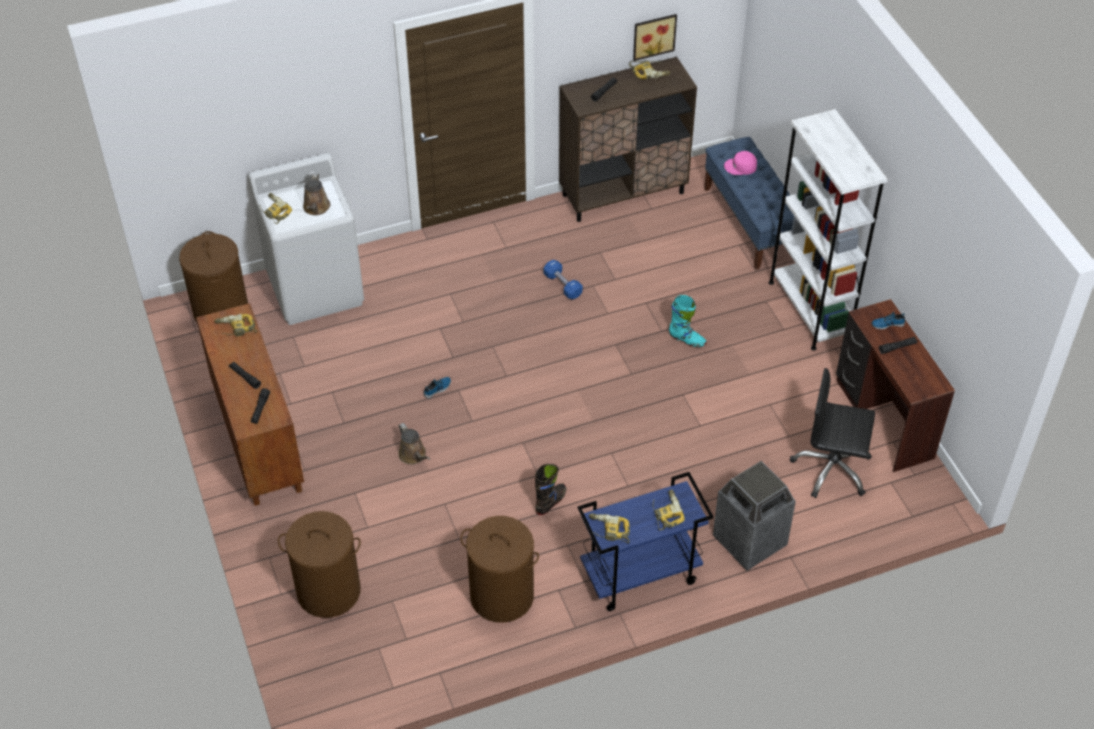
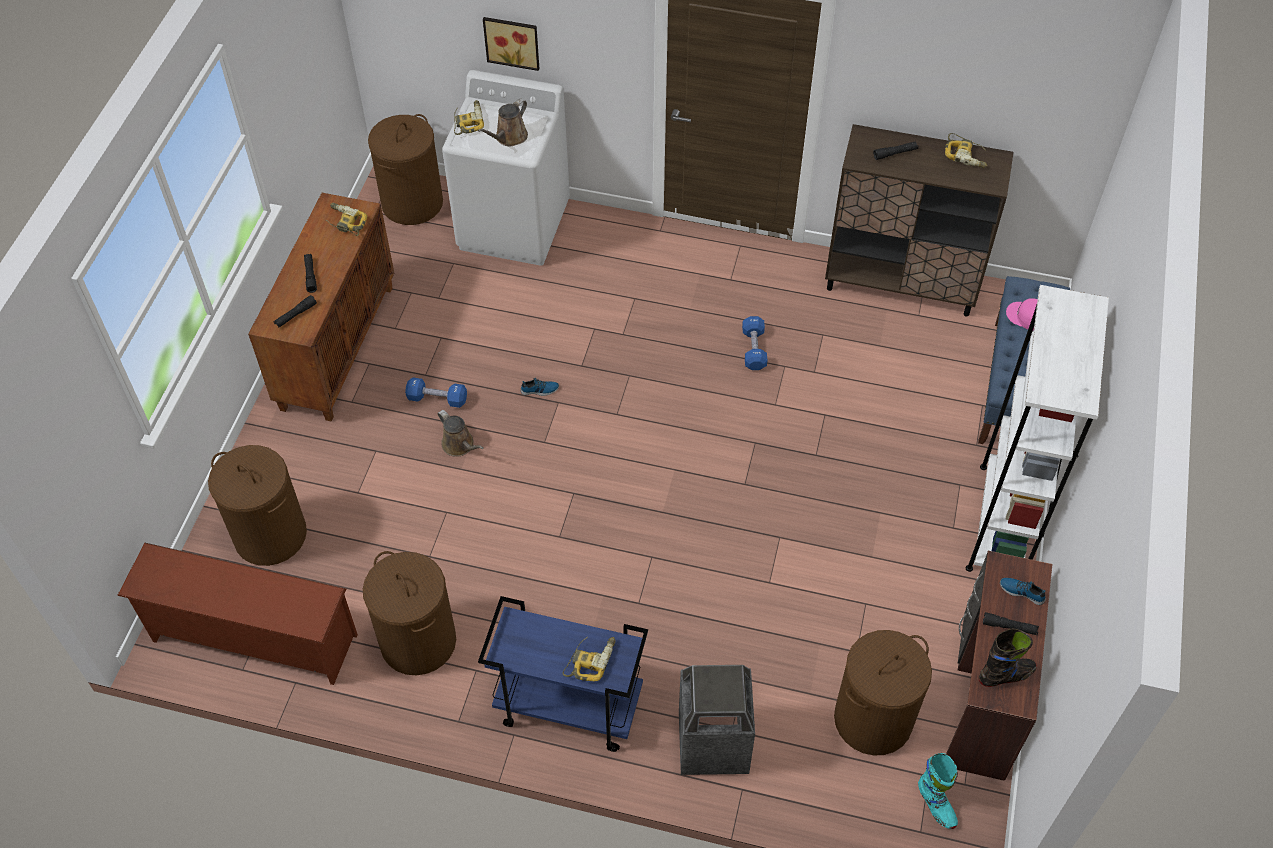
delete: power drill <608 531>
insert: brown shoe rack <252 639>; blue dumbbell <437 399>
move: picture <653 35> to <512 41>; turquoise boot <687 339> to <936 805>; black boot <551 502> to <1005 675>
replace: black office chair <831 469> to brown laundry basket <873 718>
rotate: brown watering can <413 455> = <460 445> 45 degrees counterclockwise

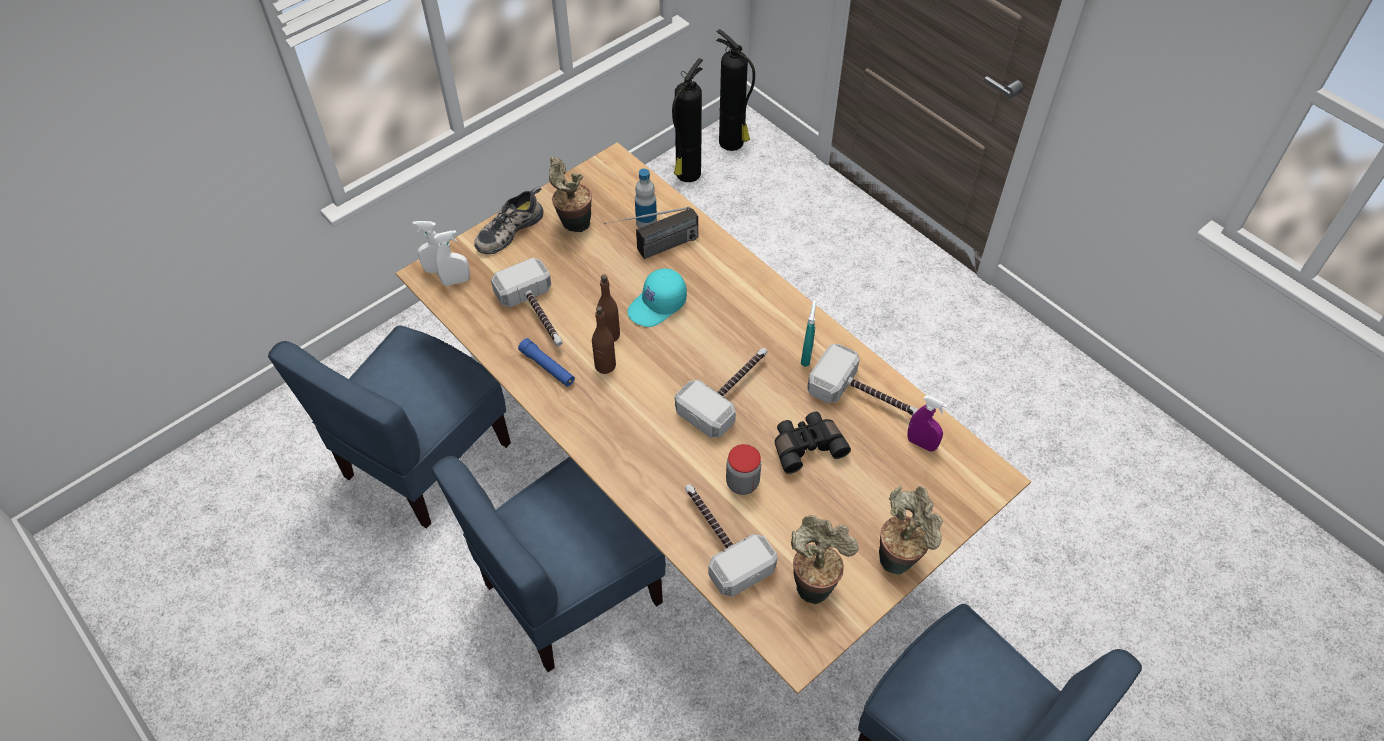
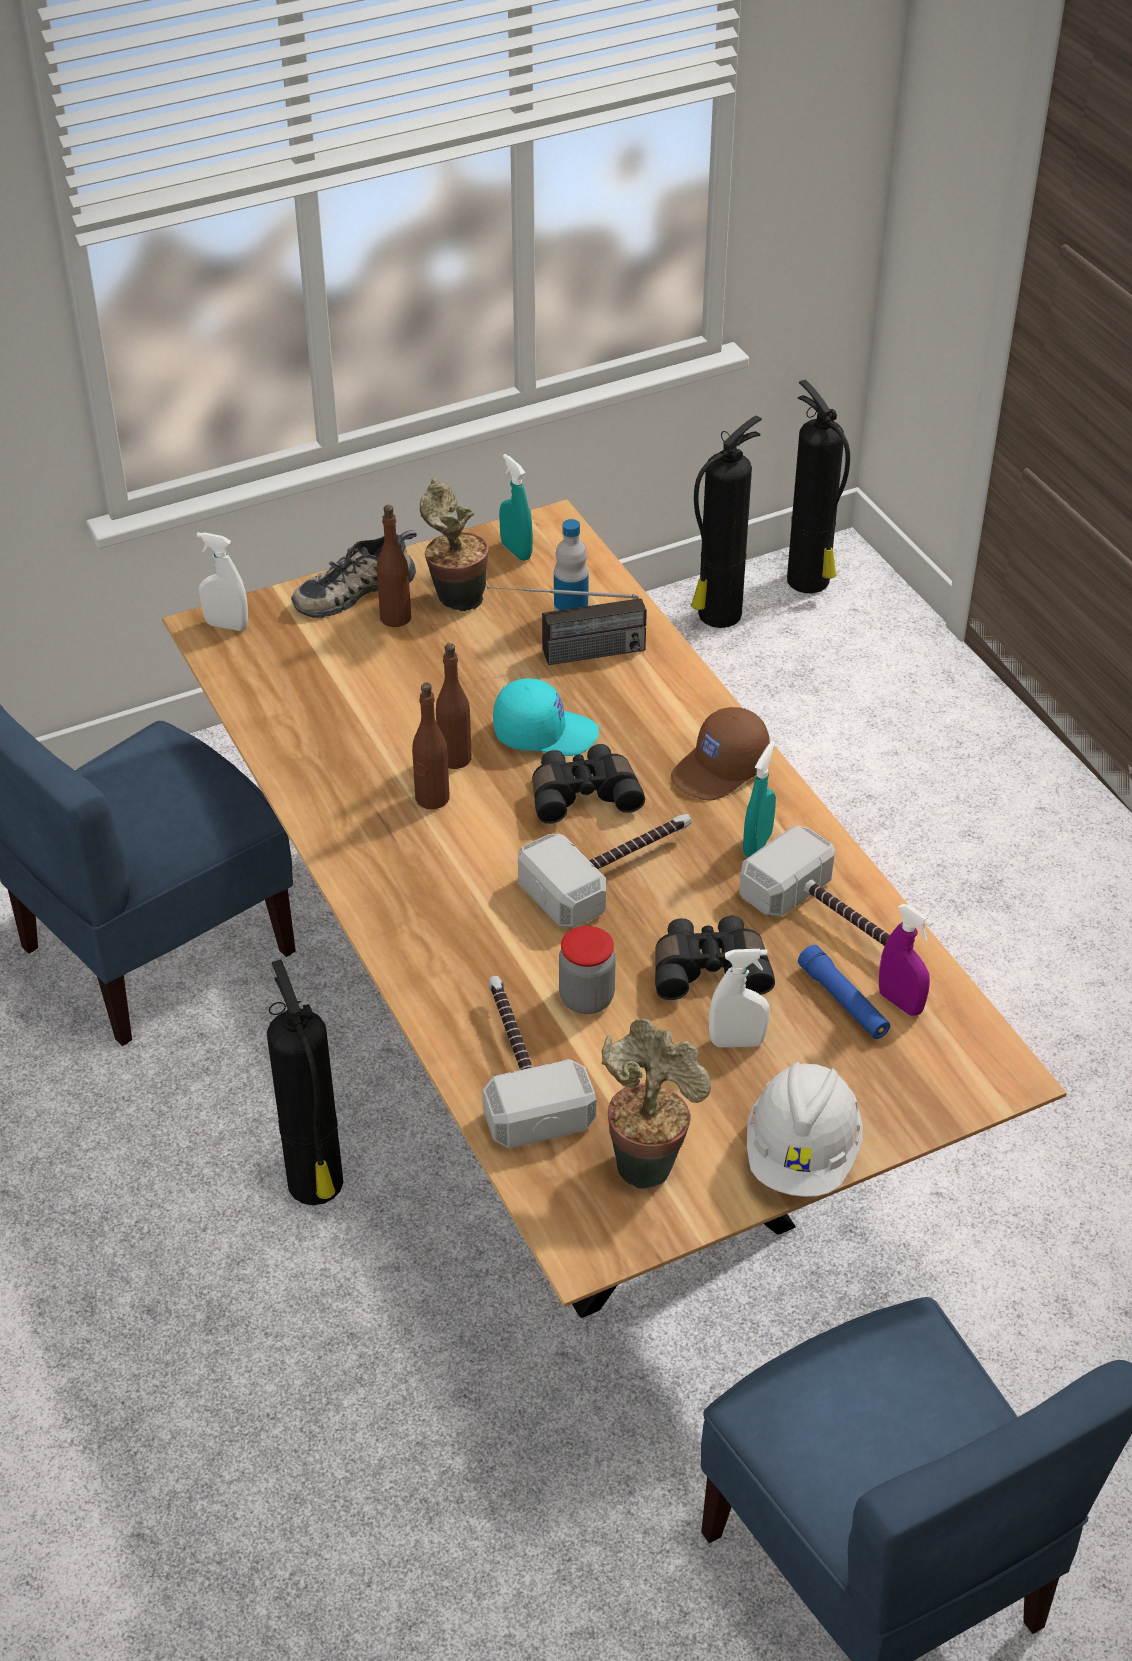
delete: hammer <538 315>
insert: brown bottle <396 617>; turquoise spray bottle <516 551>; black binoculars <583 794>; brown cap <720 770>
move: white spray bottle <456 281> to <737 1042>; blue flashlight <547 367> to <843 1001>
replace: blue chair <570 591> to fire extinguisher <316 1186>; potted plant <899 557> to white hard hat <802 1154>
rotate: turquoise cap <657 306> = <545 732> 150 degrees counterclockwise

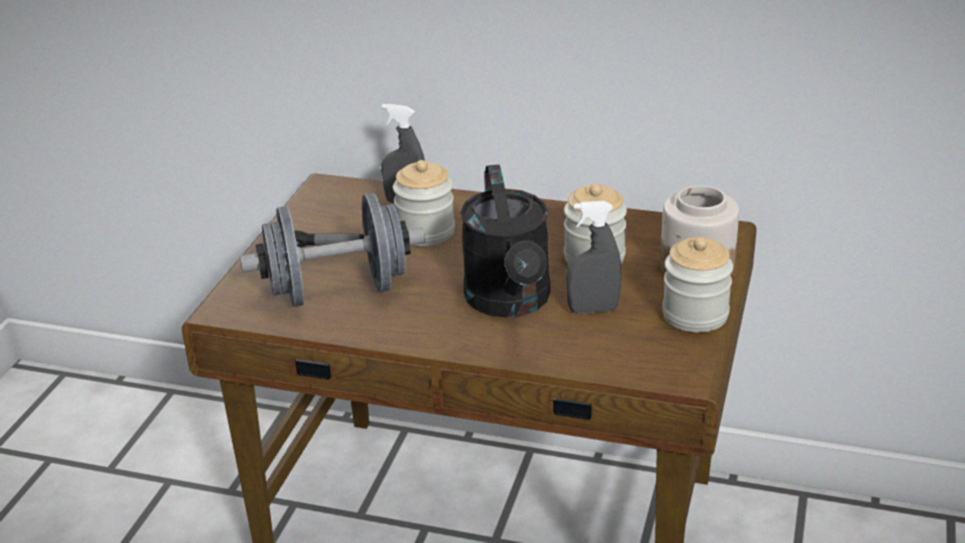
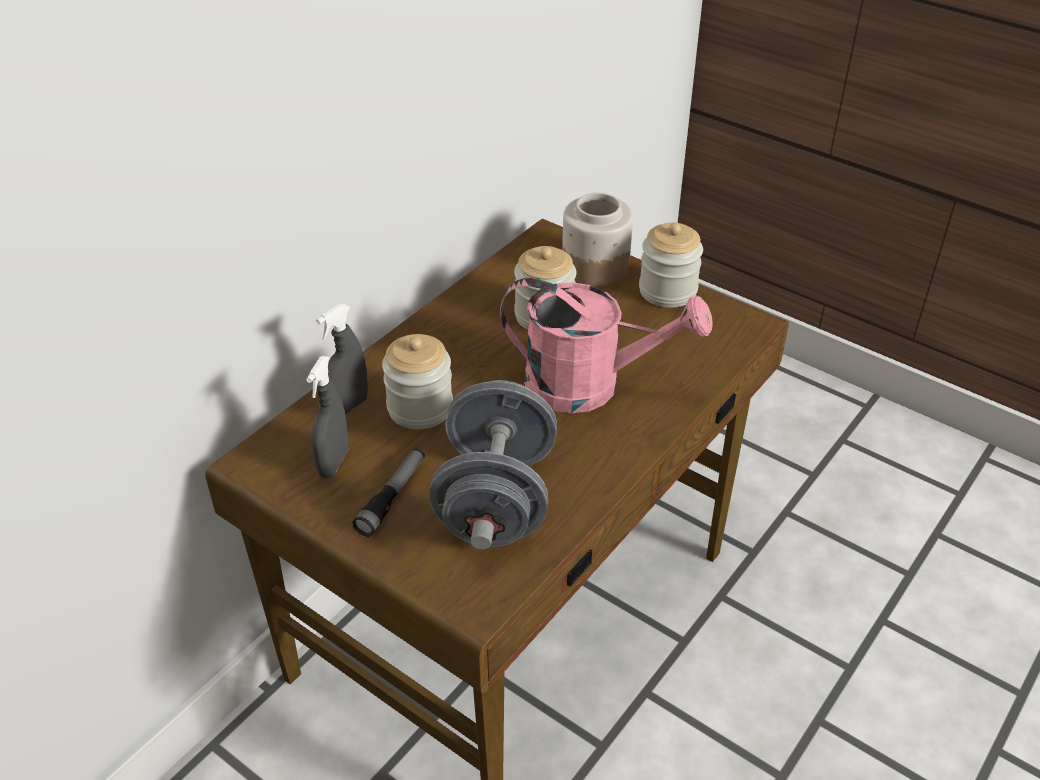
move: grey spray bottle <593 310> to <333 463>
recolor: black watering can <511 302> to pink watering can <590 385>

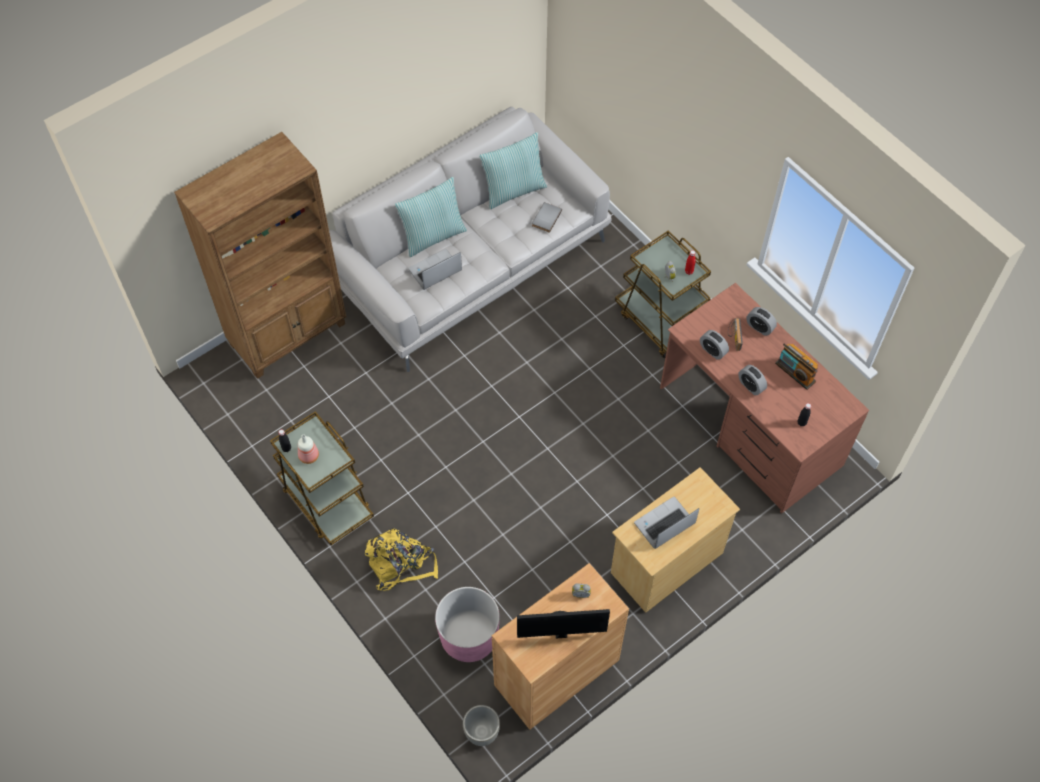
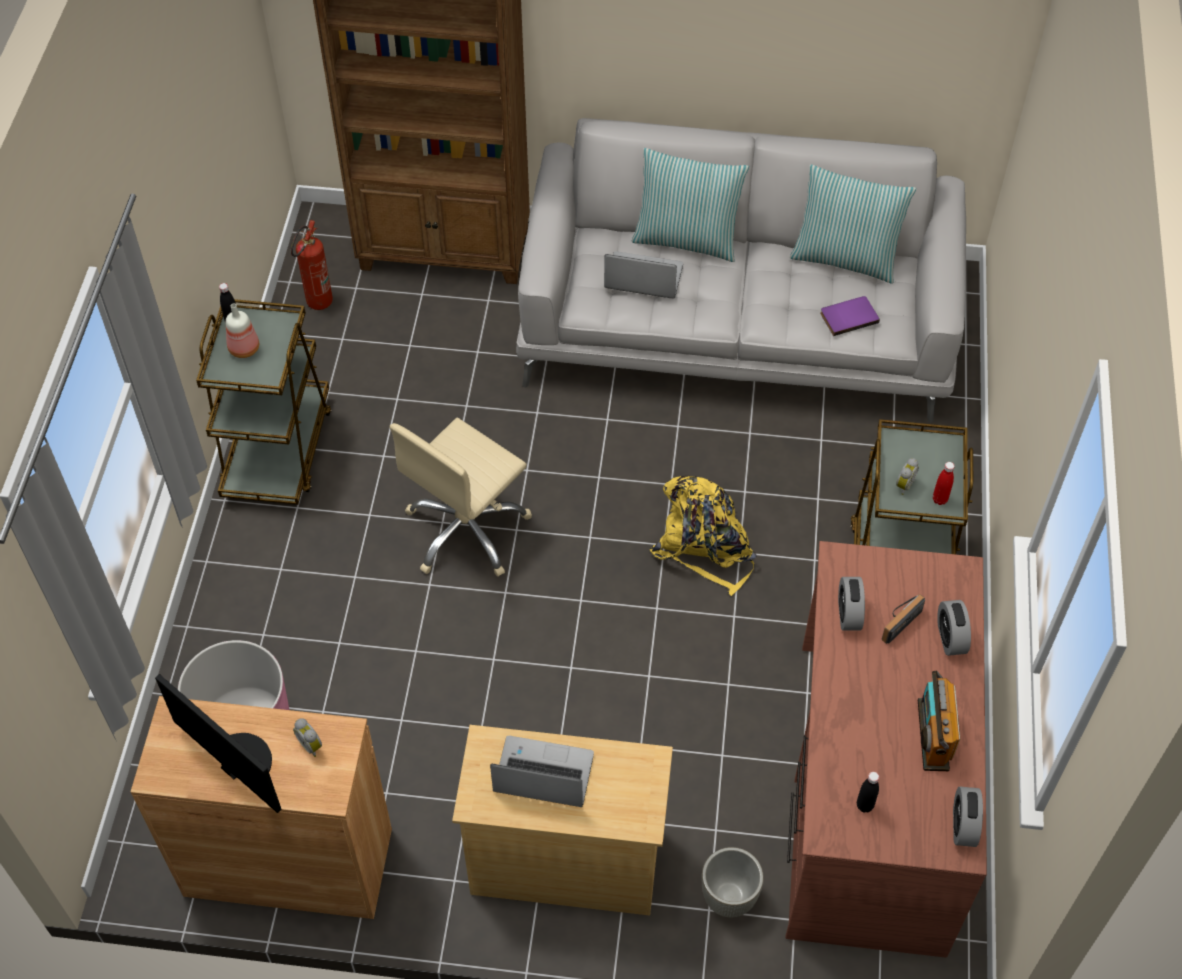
insert: fire extinguisher <316 306>; beige office chair <467 530>
move: yellow backpack <400 563> to <705 546>; grey planter <481 732> to <728 897>; alarm clock <751 385> to <963 826>
recolor: grey book <545 218> to purple book <848 316>

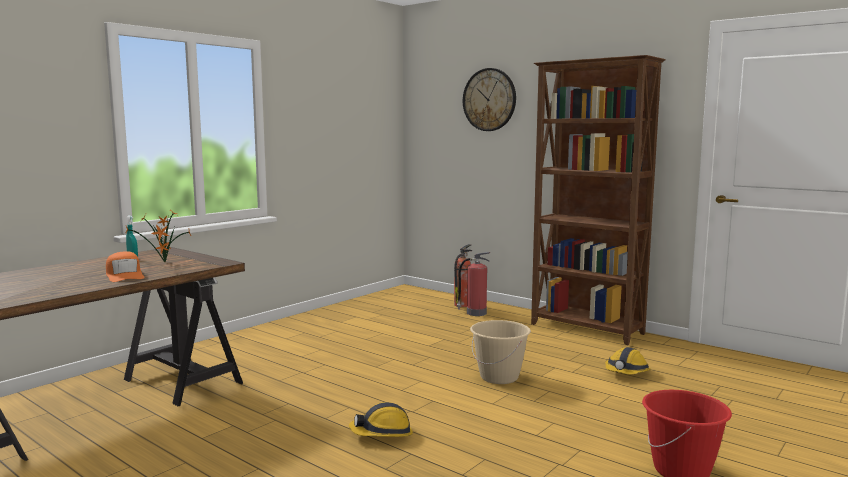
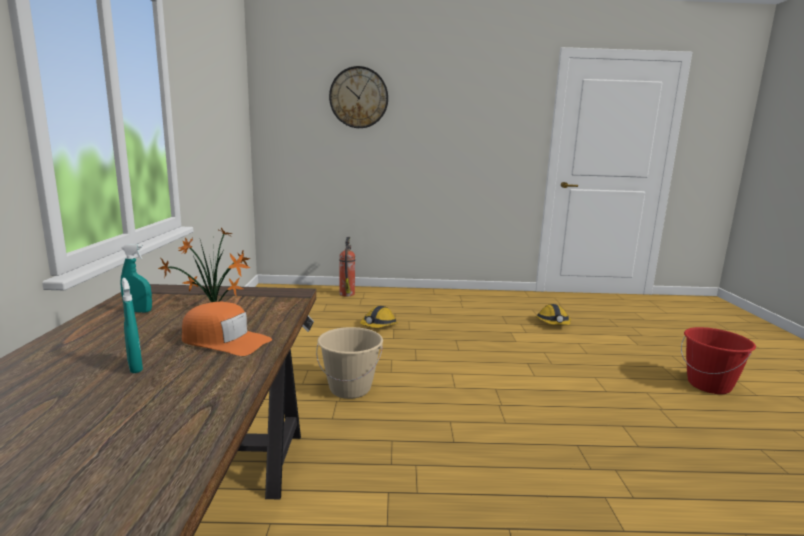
delete: fire extinguisher <475 313>; brown bookcase <587 329>
insert: turquoise spray bottle <135 367>
move: beige bucket <499 377> to <350 389>; hard hat <382 433> to <378 326>

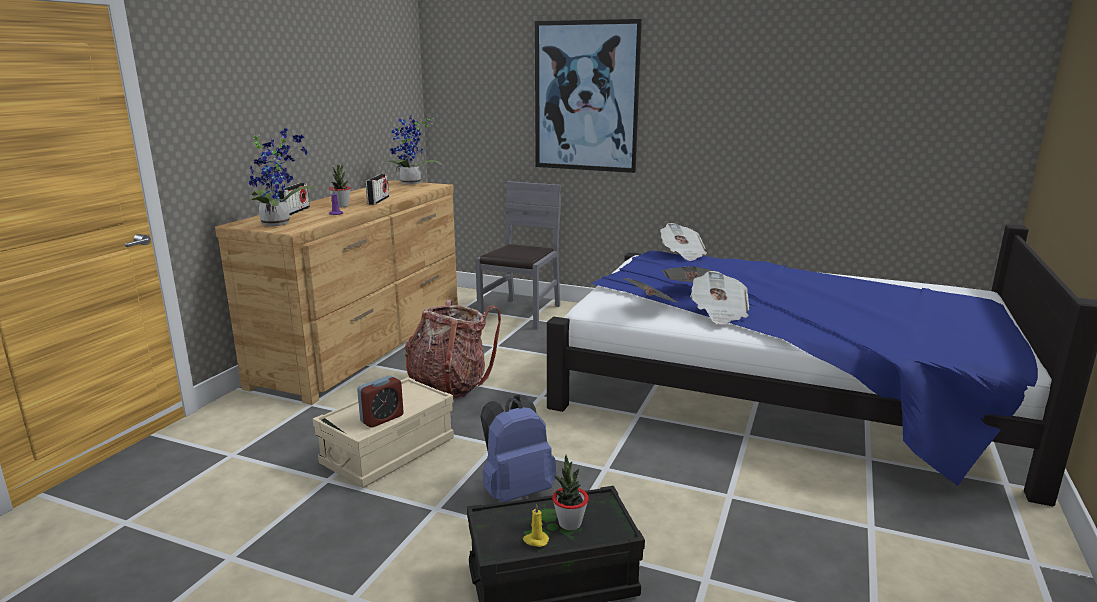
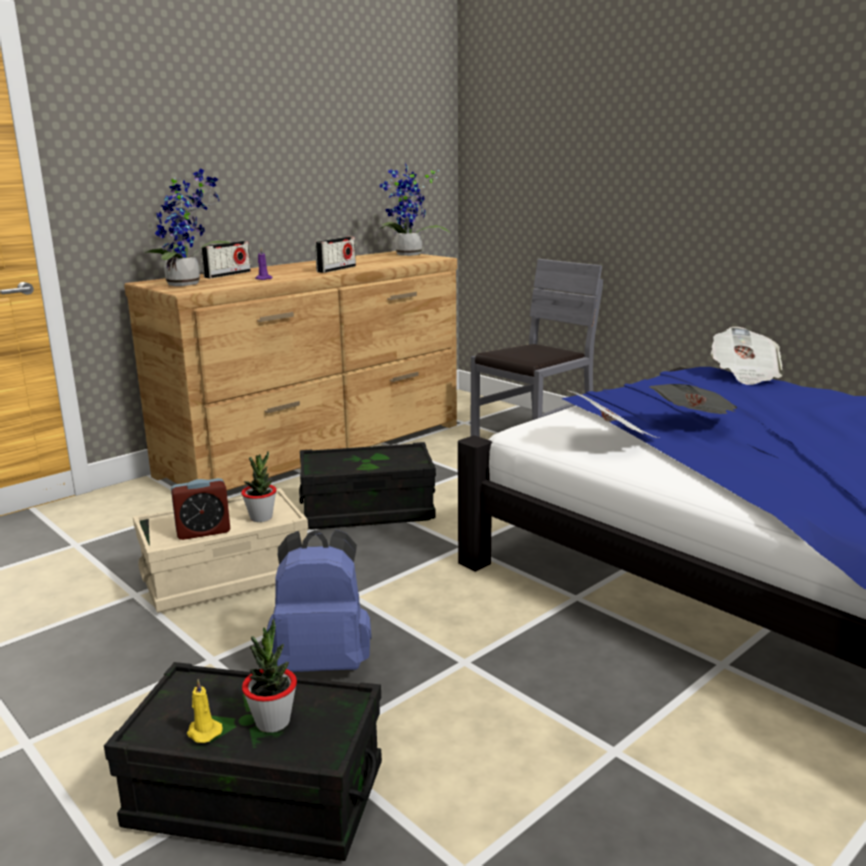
delete: picture <586 97>; newspaper <719 313>
move: potted plant <341 206> to <261 517>
replace: backpack <450 385> to black storage box <368 511>

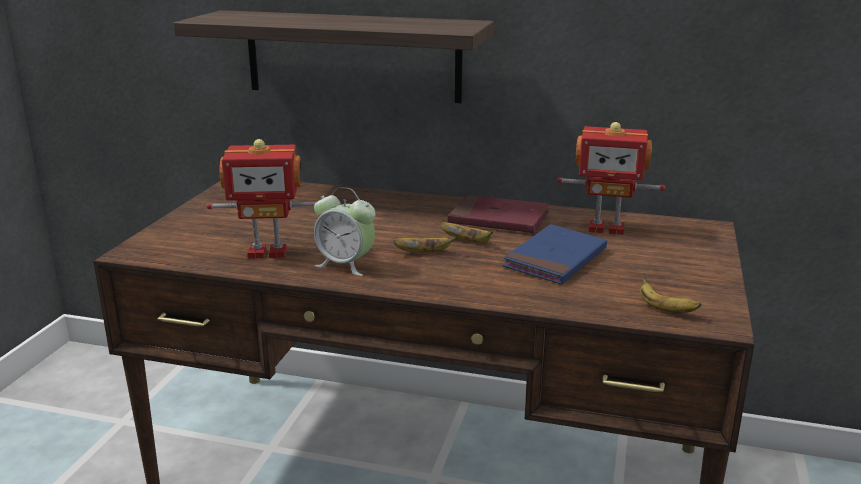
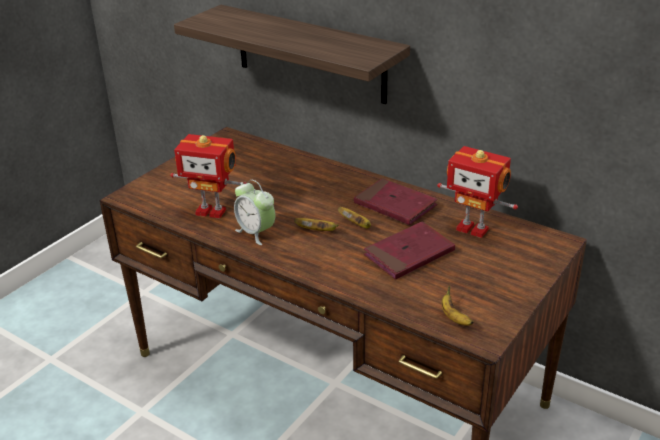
recolor: blue book <555 259> to red book <409 254>

